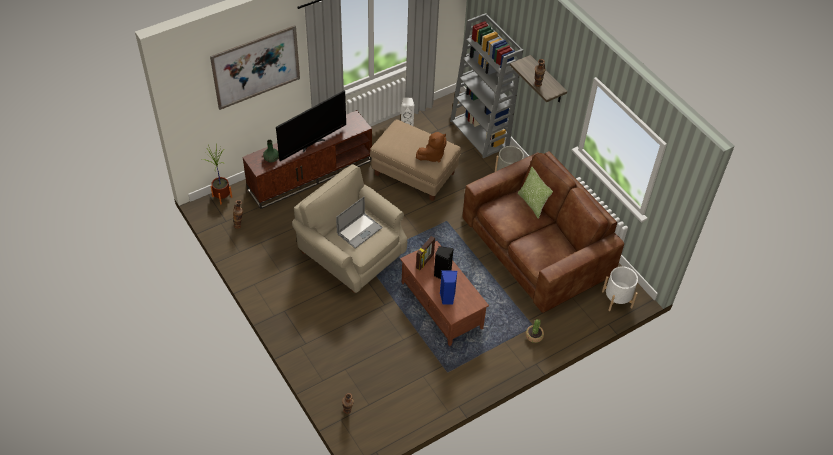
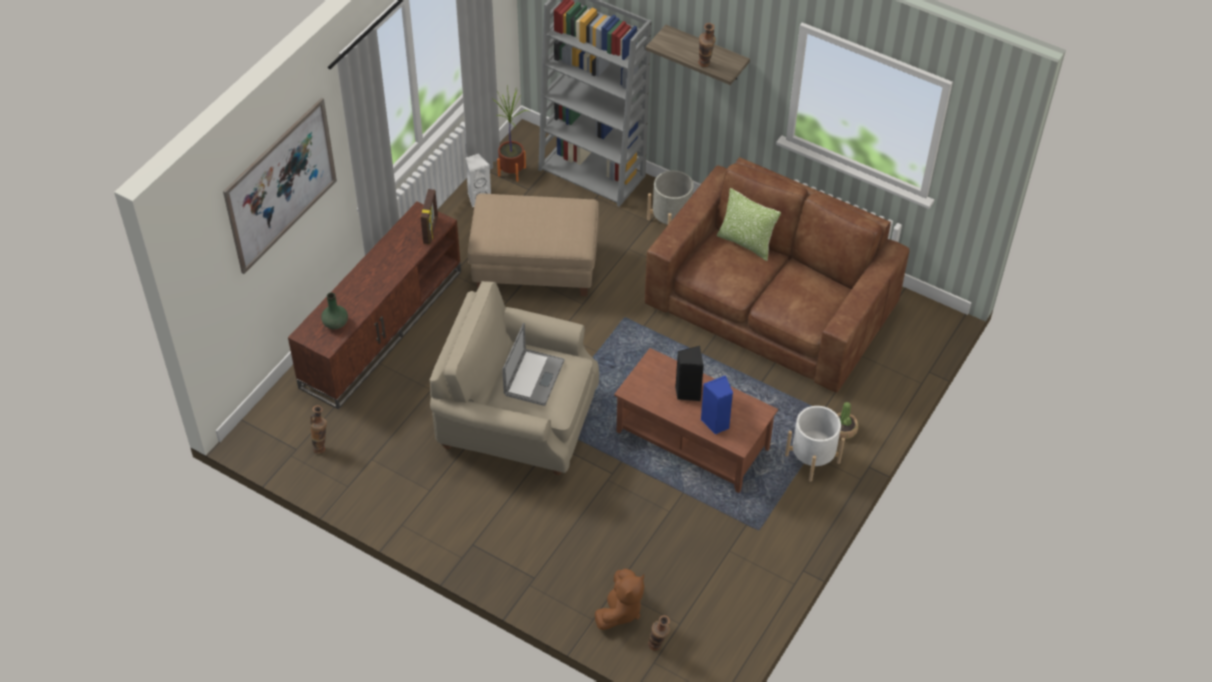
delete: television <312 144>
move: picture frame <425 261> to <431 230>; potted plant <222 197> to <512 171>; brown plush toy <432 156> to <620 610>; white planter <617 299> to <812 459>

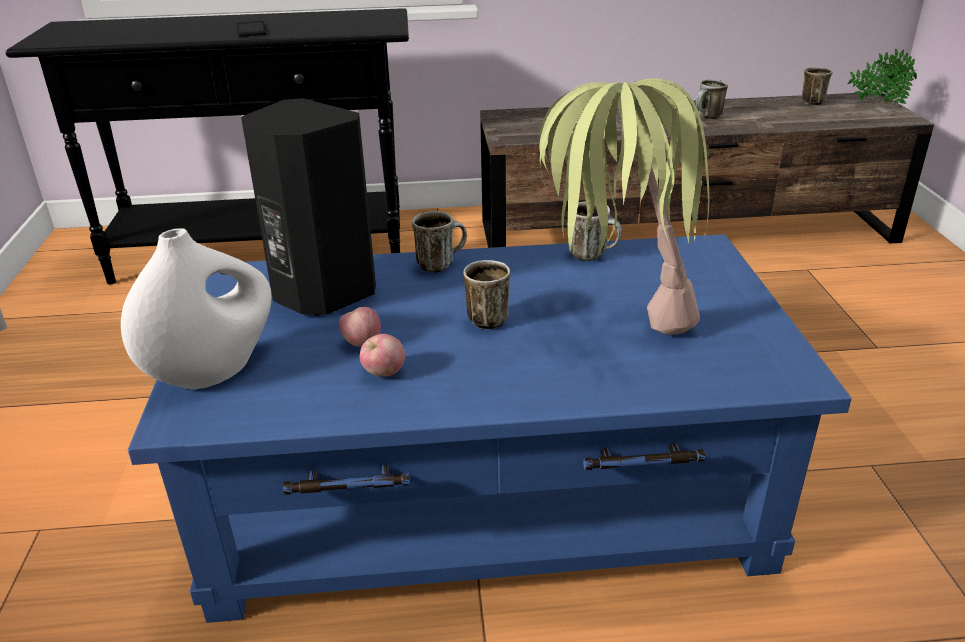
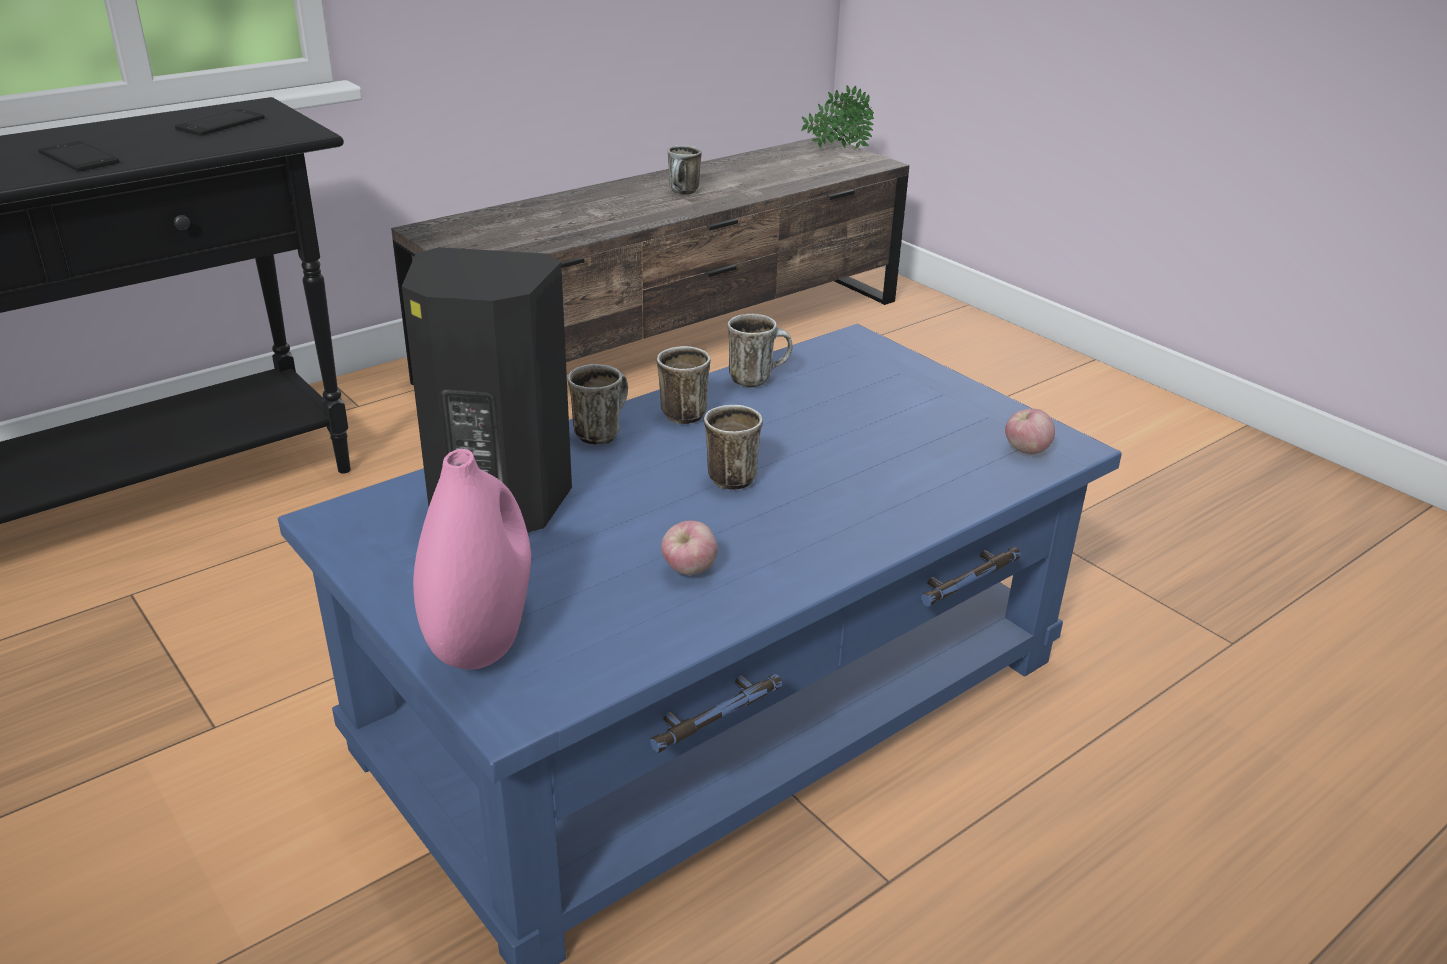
delete: potted plant <612 322>
insert: phone <221 124>
move: mug <811 101> to <678 412>; apple <361 343> to <1026 451>
recolor: white vase <214 371> to pink vase <481 638>

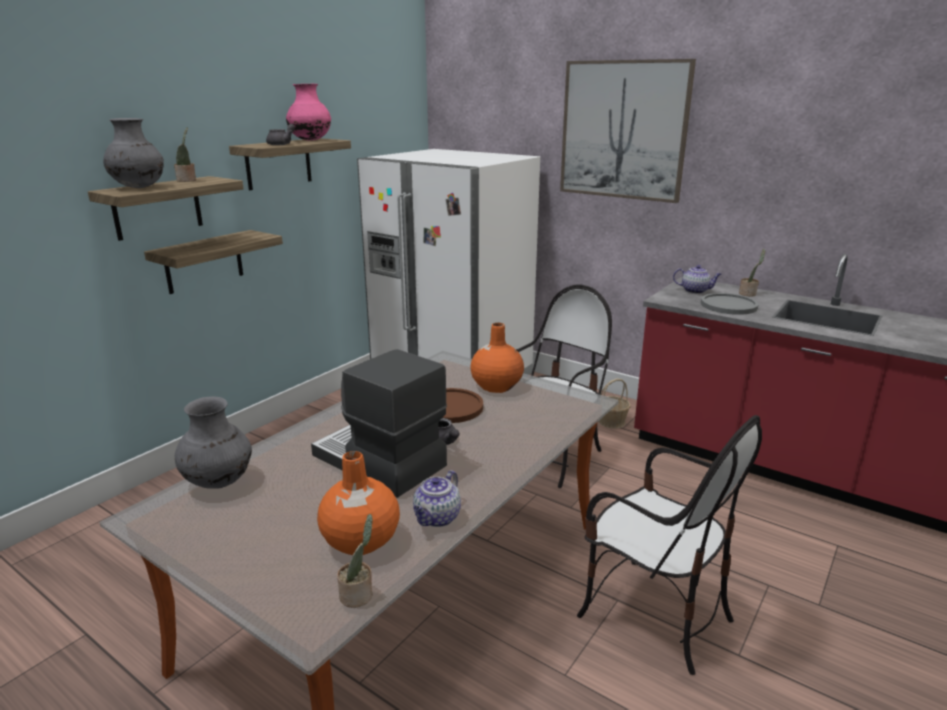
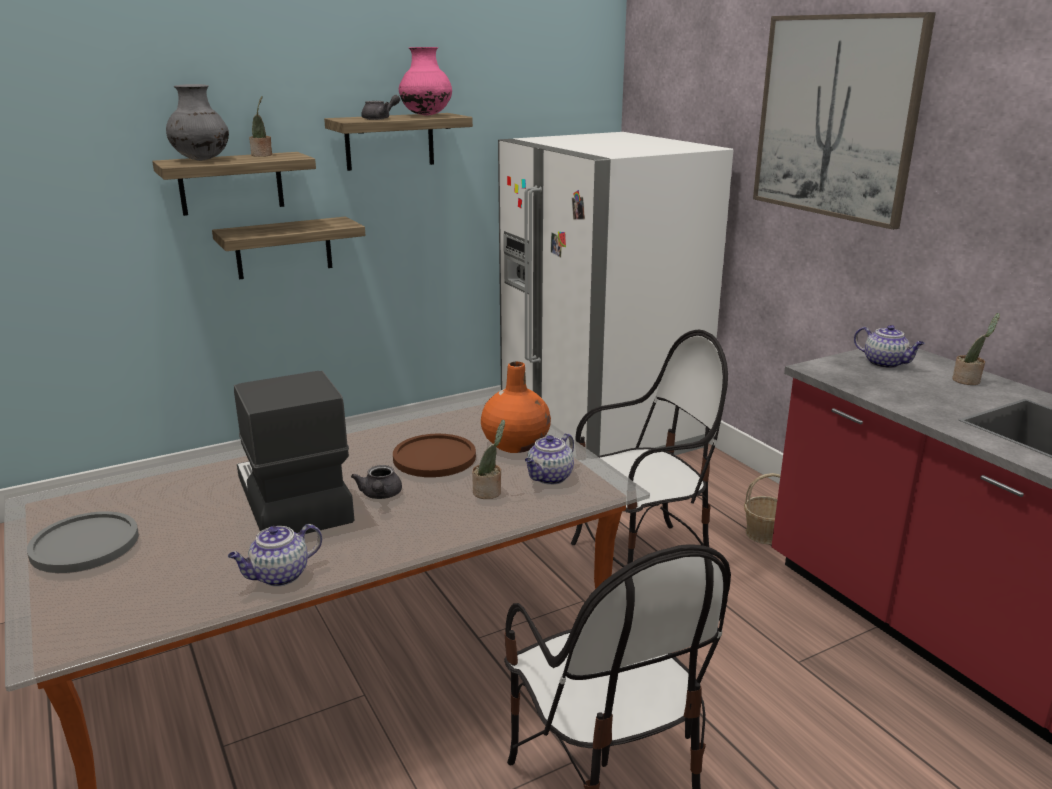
delete: grey vase <218 482>; orange vase <360 540>
insert: teapot <549 478>
move: grey plate <728 305> to <85 544>; potted plant <358 595> to <489 492>

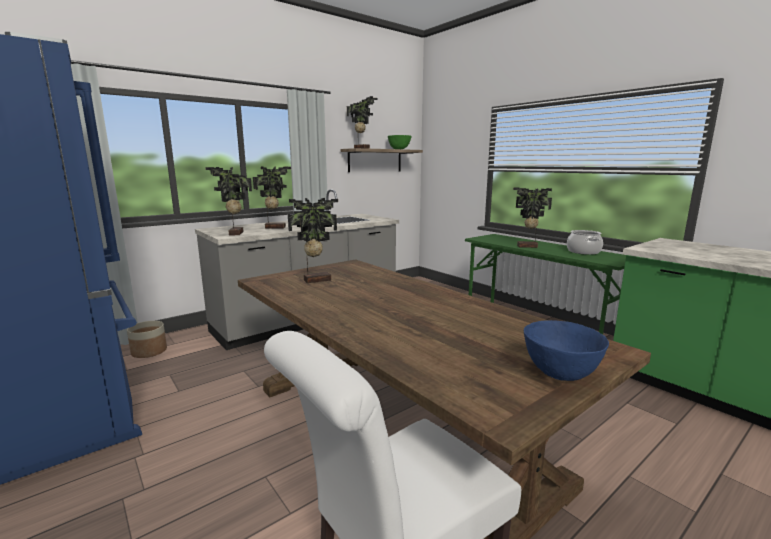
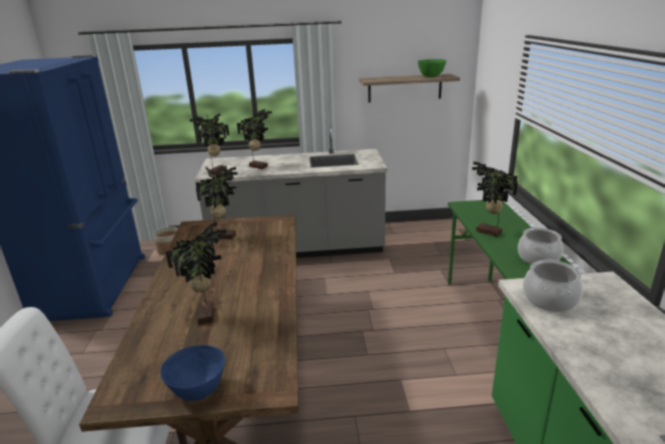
insert: cooking pot <550 299>
move: potted plant <362 148> to <208 314>

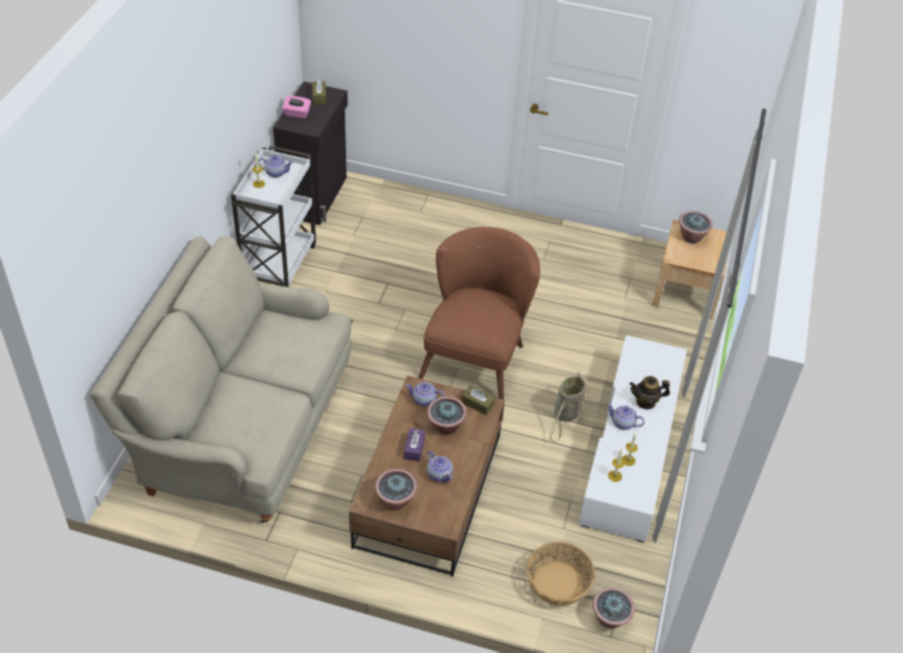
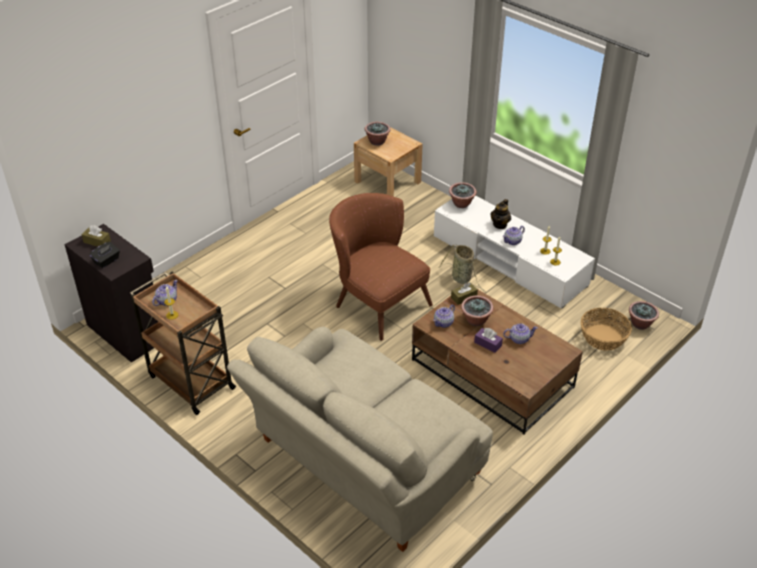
move: potted plant <396 501> to <461 204>
recolor: pink tissue box <297 114> to black tissue box <107 261>; white cart <279 263> to brown cart <190 381>

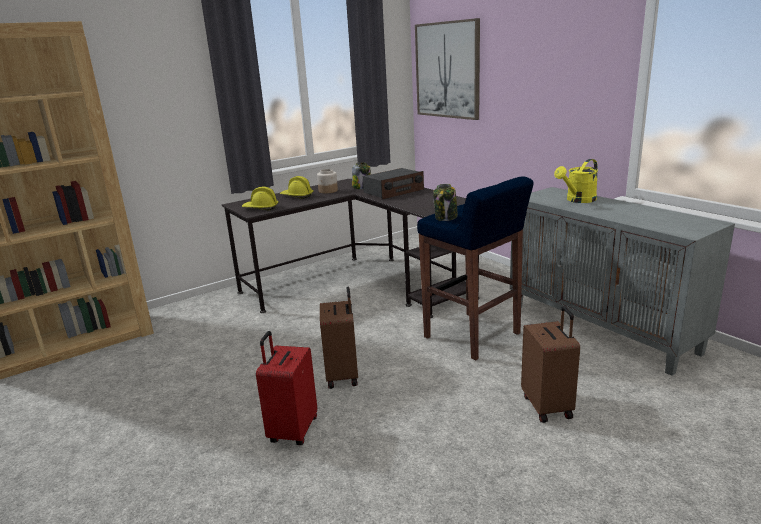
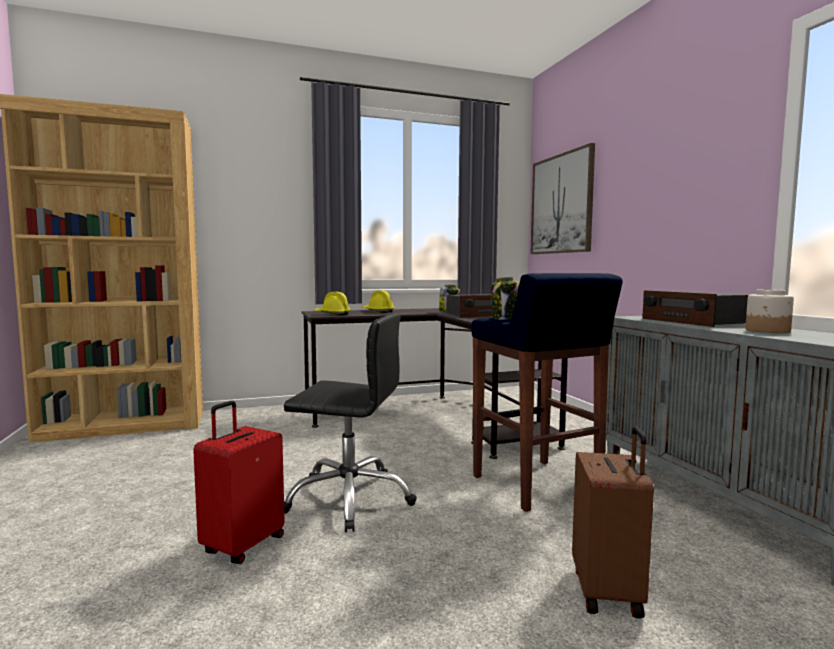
move: jar <328 191> to <767 331>
replace: brown suitcase <343 376> to black office chair <349 498>; yellow watering can <578 200> to radio <694 321>

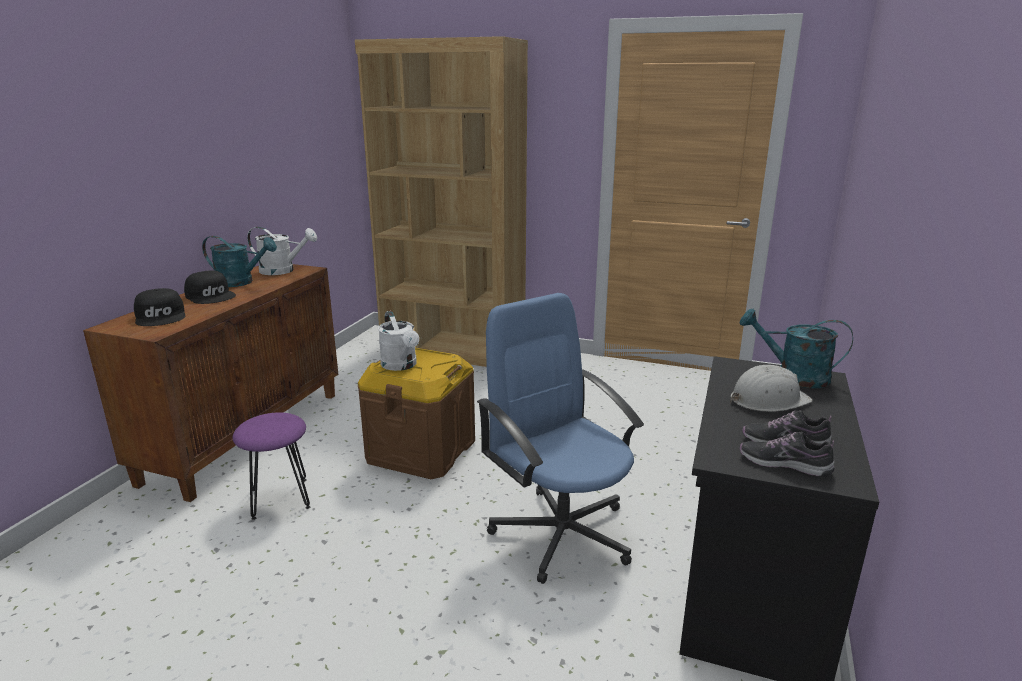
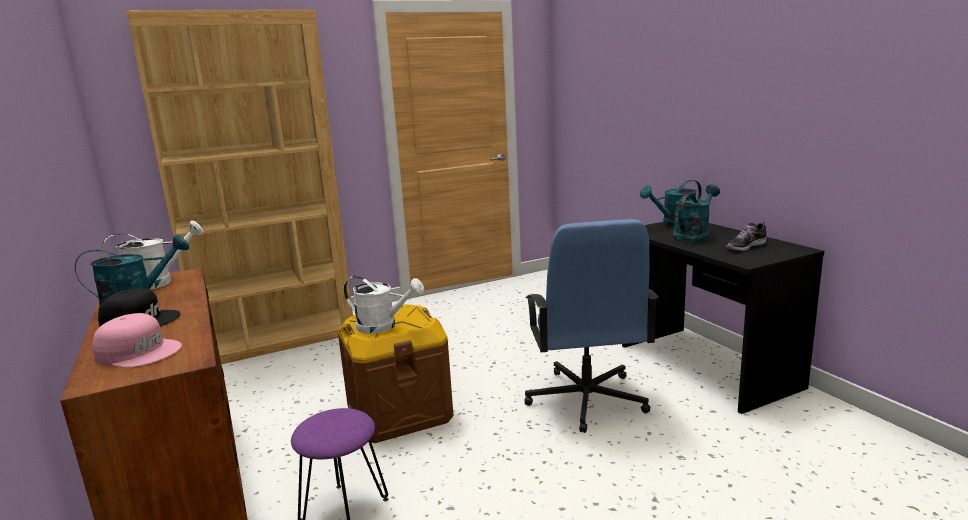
delete: shoe <784 464>
replace: white hard hat <768 400> to turquoise watering can <693 236>
recolor: black cap <161 316> to pink cap <139 351>
rotate: blue office chair <561 532> = <586 400> 105 degrees counterclockwise

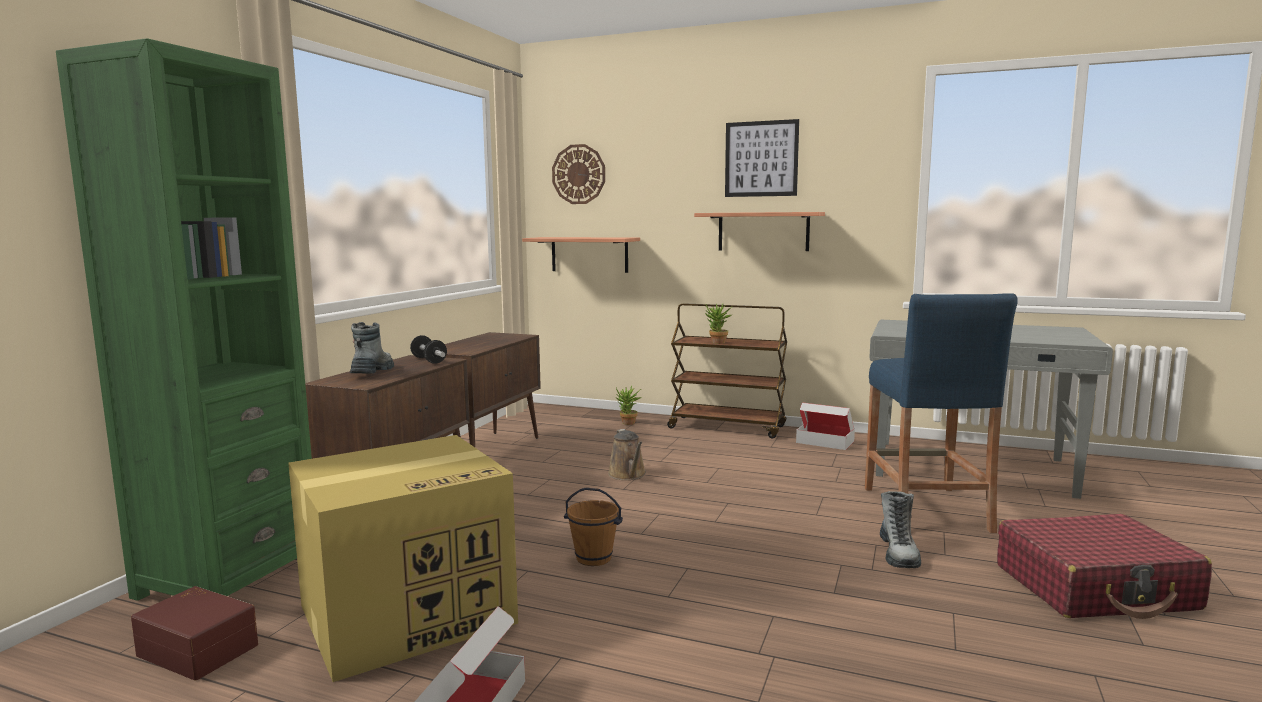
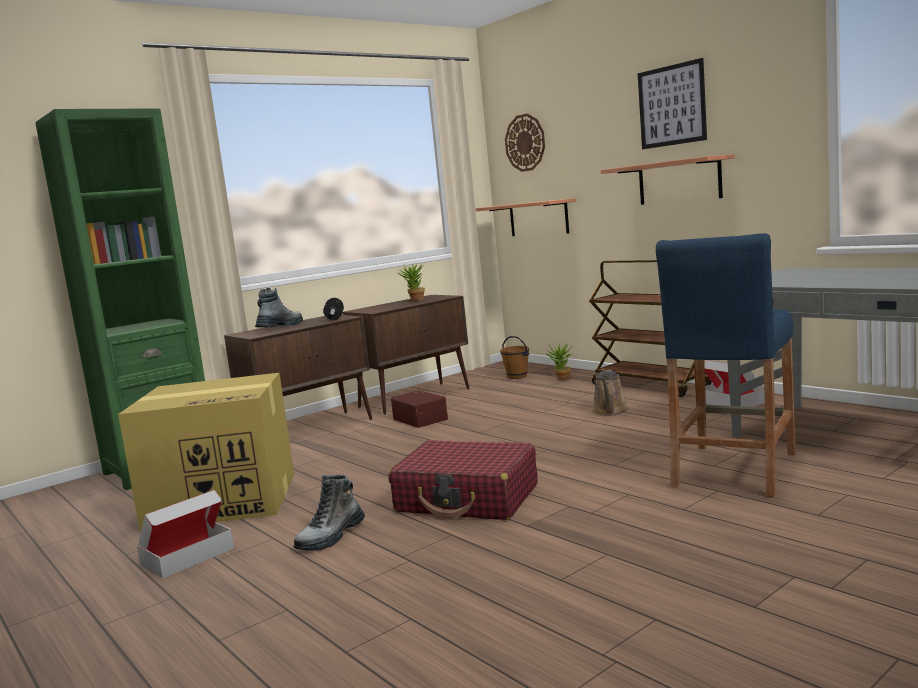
move: boot <898 553> to <331 537>; red suitcase <1095 588> to <467 499>; brown storage box <200 649> to <421 419>; potted plant <717 343> to <414 300>; brown bucket <593 559> to <516 376>; brown watering can <628 475> to <610 412>

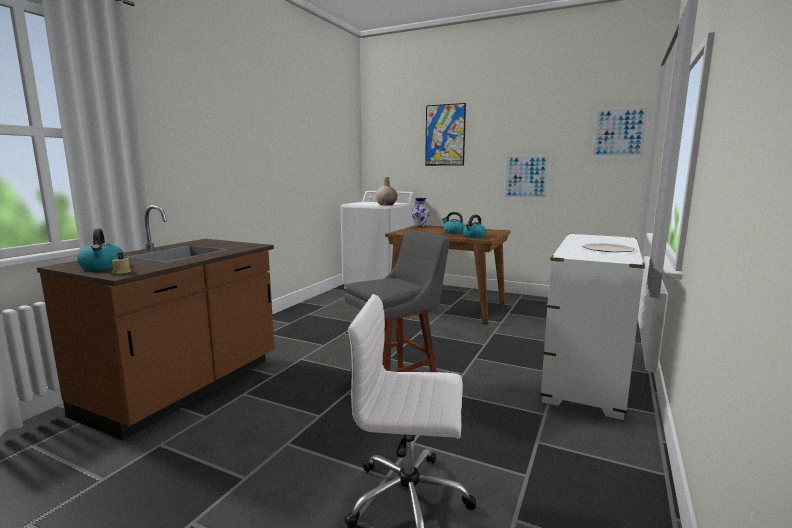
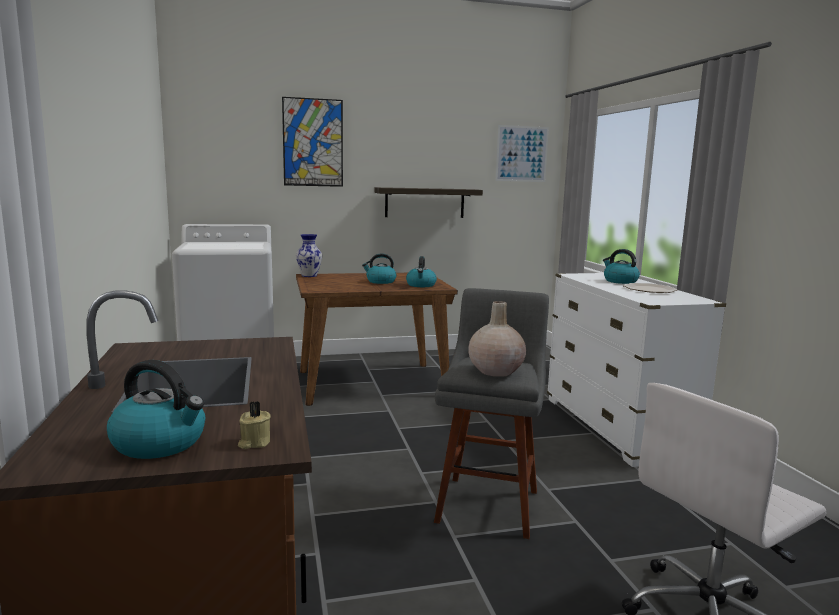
insert: kettle <619 281>
move: beige vase <386 205> to <495 371>
replace: picture <526 177> to shelf <424 202>

